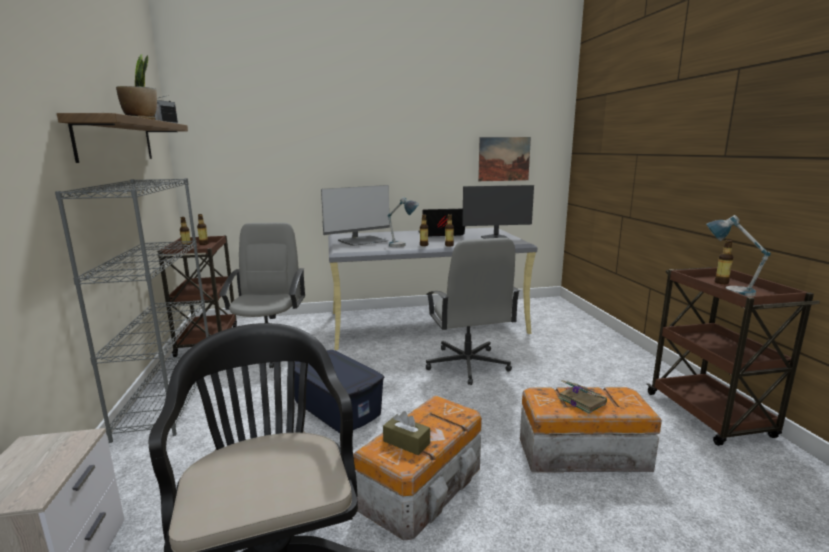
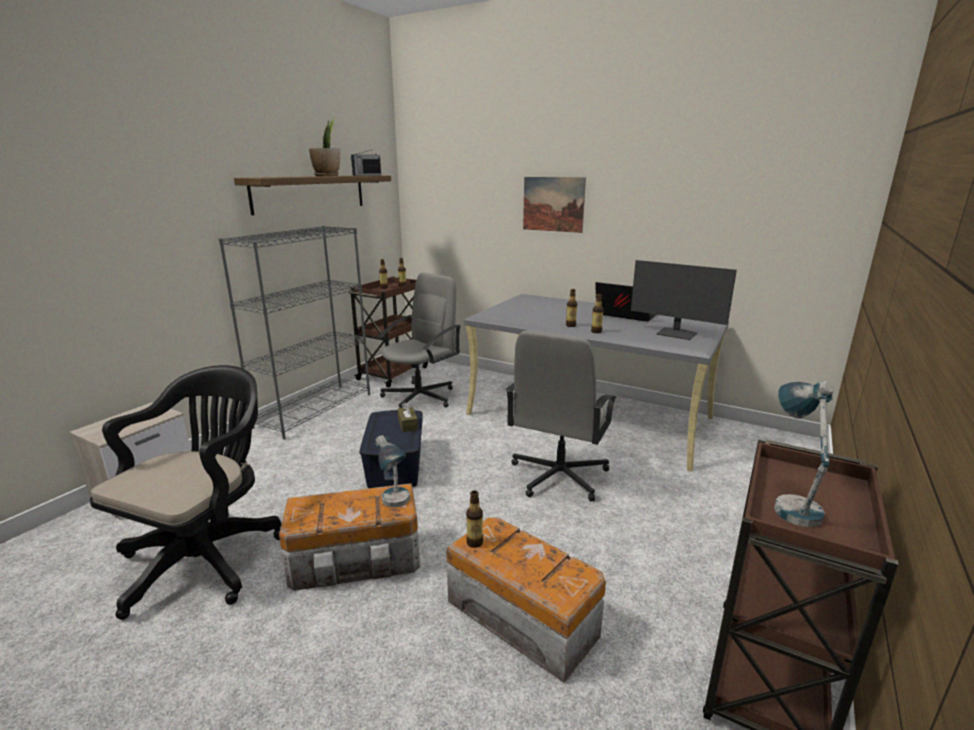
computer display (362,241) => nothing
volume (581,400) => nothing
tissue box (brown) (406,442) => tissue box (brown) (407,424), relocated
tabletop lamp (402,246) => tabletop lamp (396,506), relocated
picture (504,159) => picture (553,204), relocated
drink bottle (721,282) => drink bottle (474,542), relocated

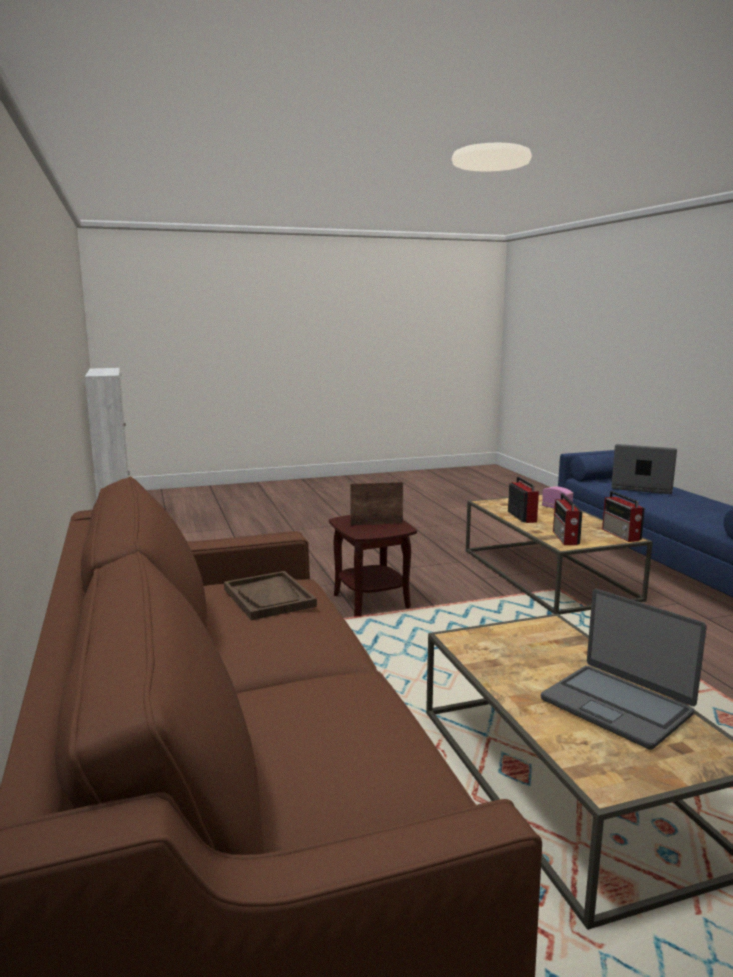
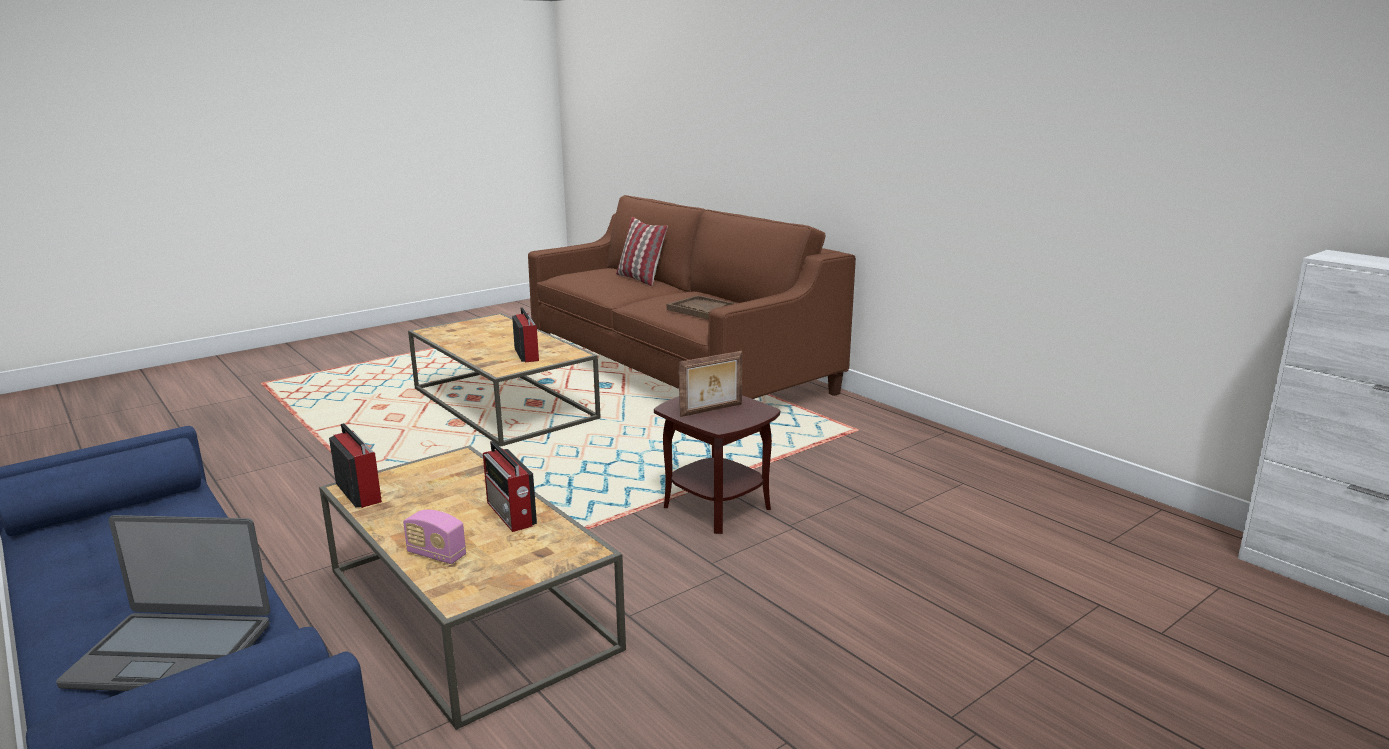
laptop (617,706) => nothing
nothing => pillow (640,279)
radio set (565,538) => radio set (527,354), relocated

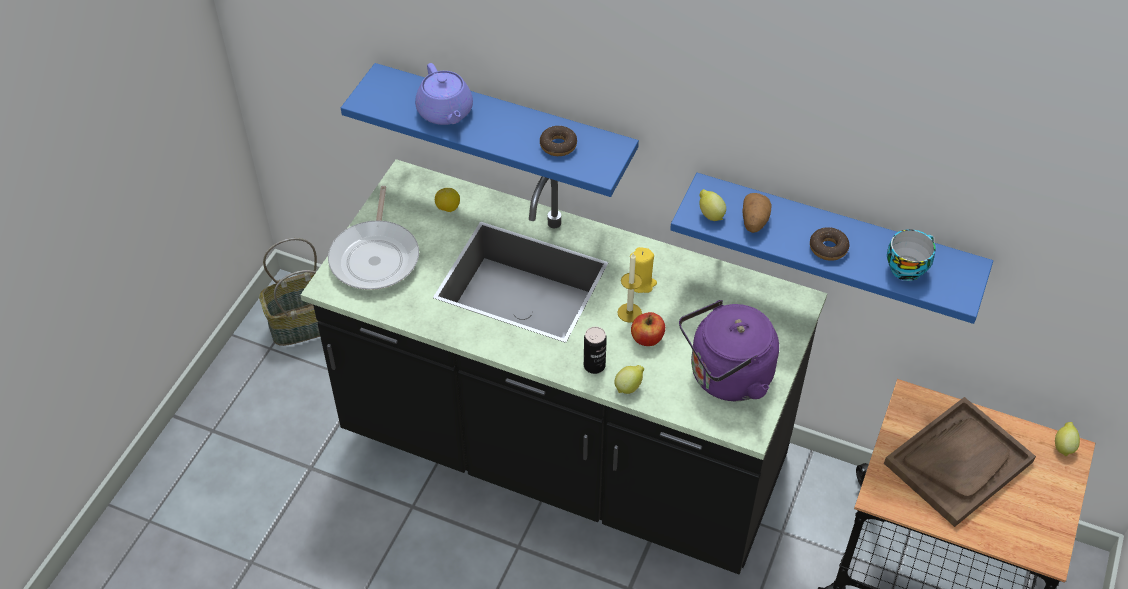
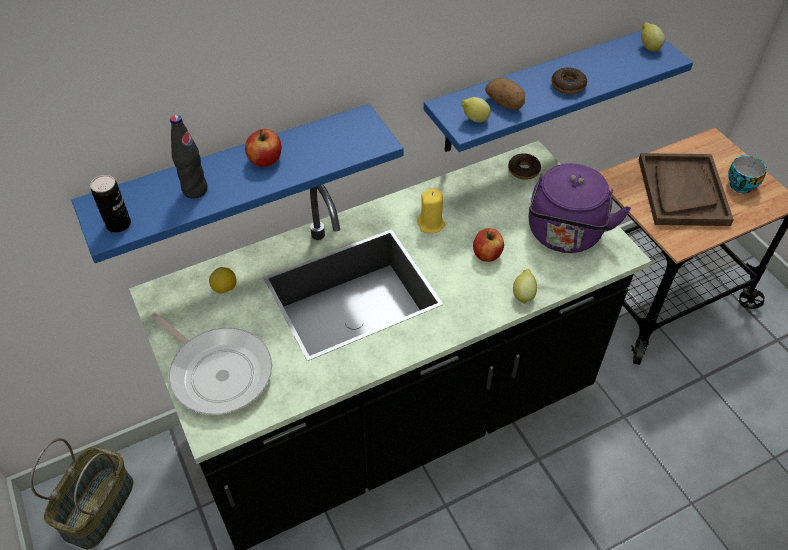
wax light (629,312) => nothing
nothing => apple (265,160)
doughnut (558,145) => doughnut (523,170), relocated
metal can (594,365) => metal can (118,224), relocated
small cup (906,267) => small cup (739,184), relocated
citrus fruit (1063,446) => citrus fruit (648,47), relocated
teapot (purple) (445,112) => drink bottle (black-coloured) (195,190)

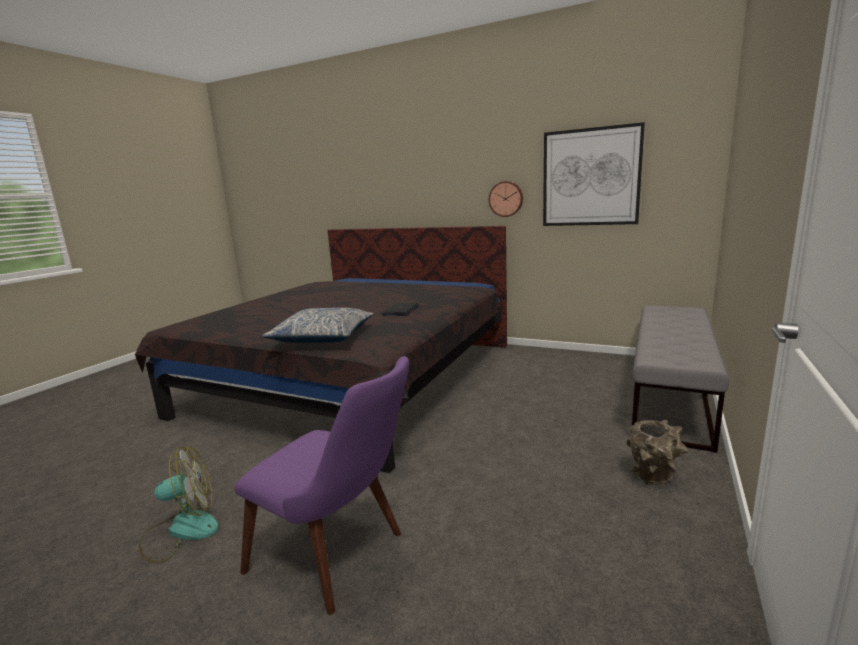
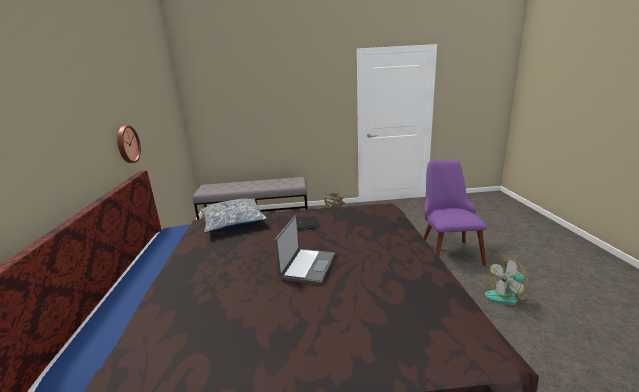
picture (590,177) => nothing
nothing => laptop (307,266)
pillow (323,337) => pillow (233,222), relocated
fan (181,530) => fan (506,296), 60 degrees counterclockwise

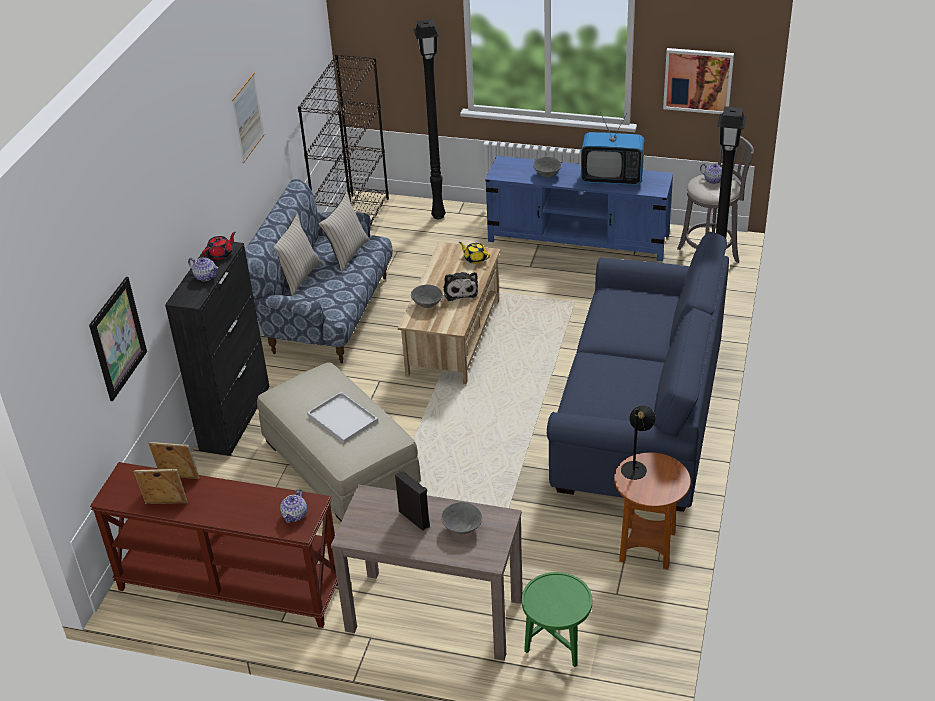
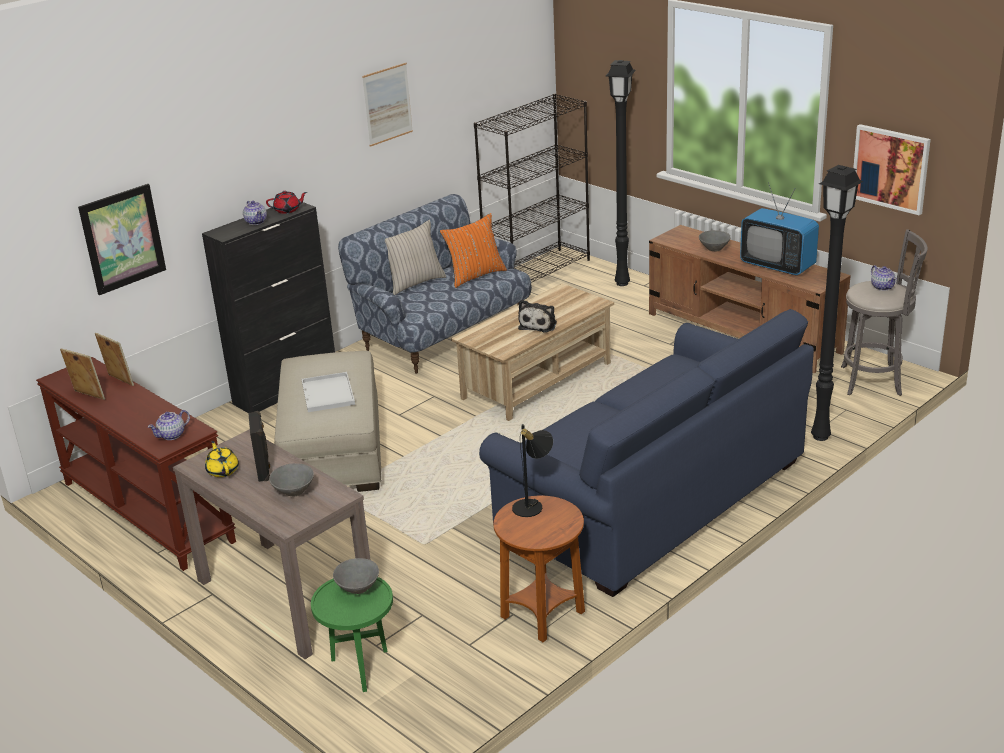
deep dish (greyish) (427,304) => deep dish (greyish) (358,588), relocated
teapot (yellowish) (475,259) => teapot (yellowish) (223,470), relocated
pillow (beige) (347,254) => pillow (orange) (475,276)
tv unit (blue) (579,238) => tv unit (brown) (743,333)

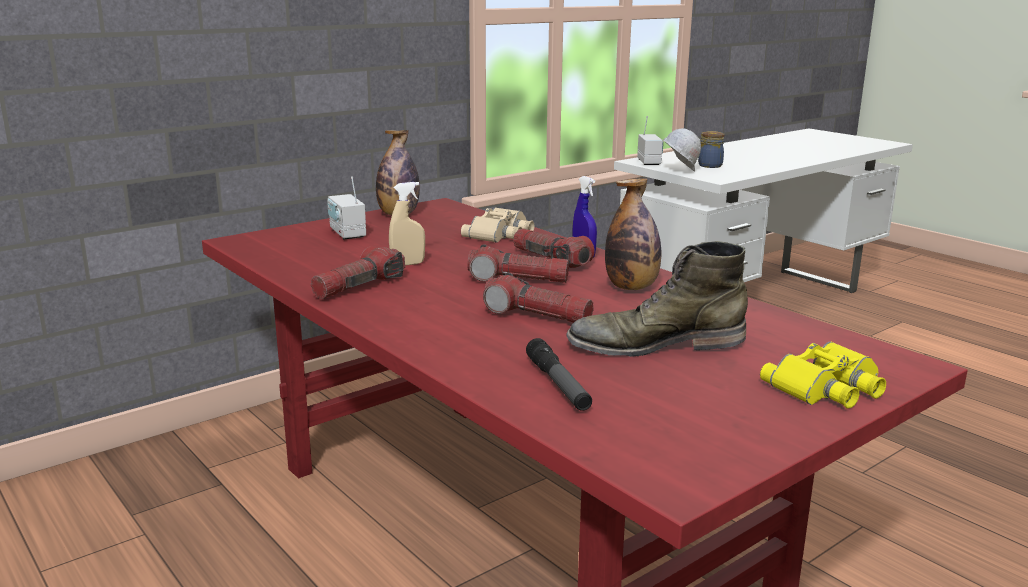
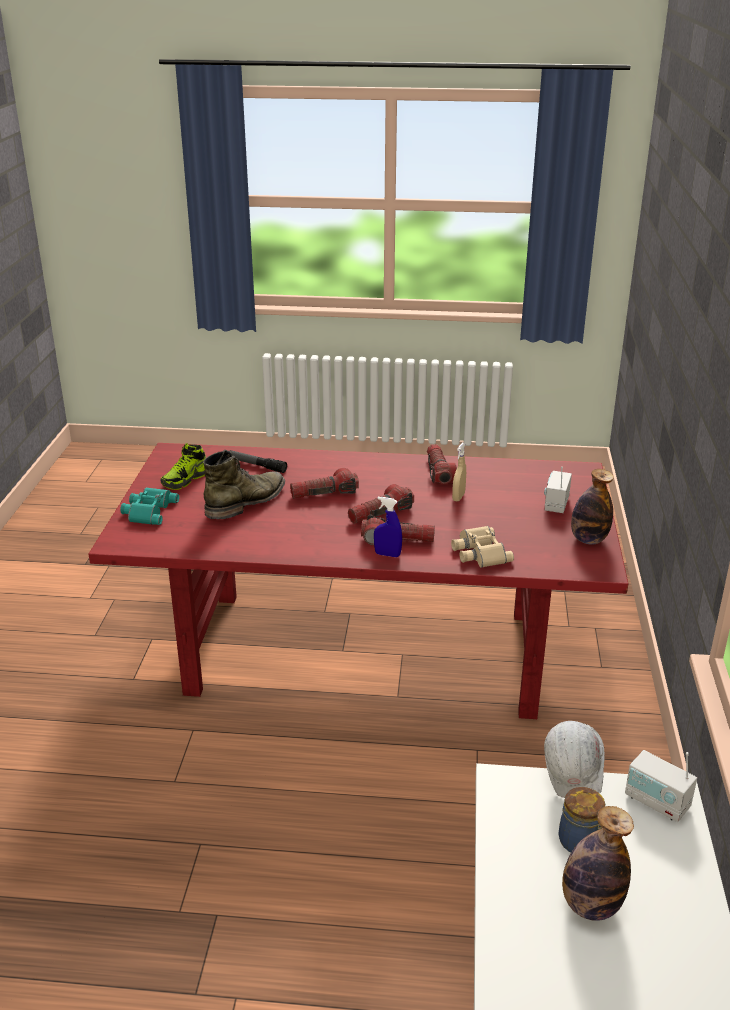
nothing => item of footwear (185,480)
drink bottle (631,287) => drink bottle (590,905), relocated
pair of binoculars (yellowish) (827,387) => pair of binoculars (blue-green) (148,511)
radio set (347,233) => radio set (556,504), 90 degrees counterclockwise

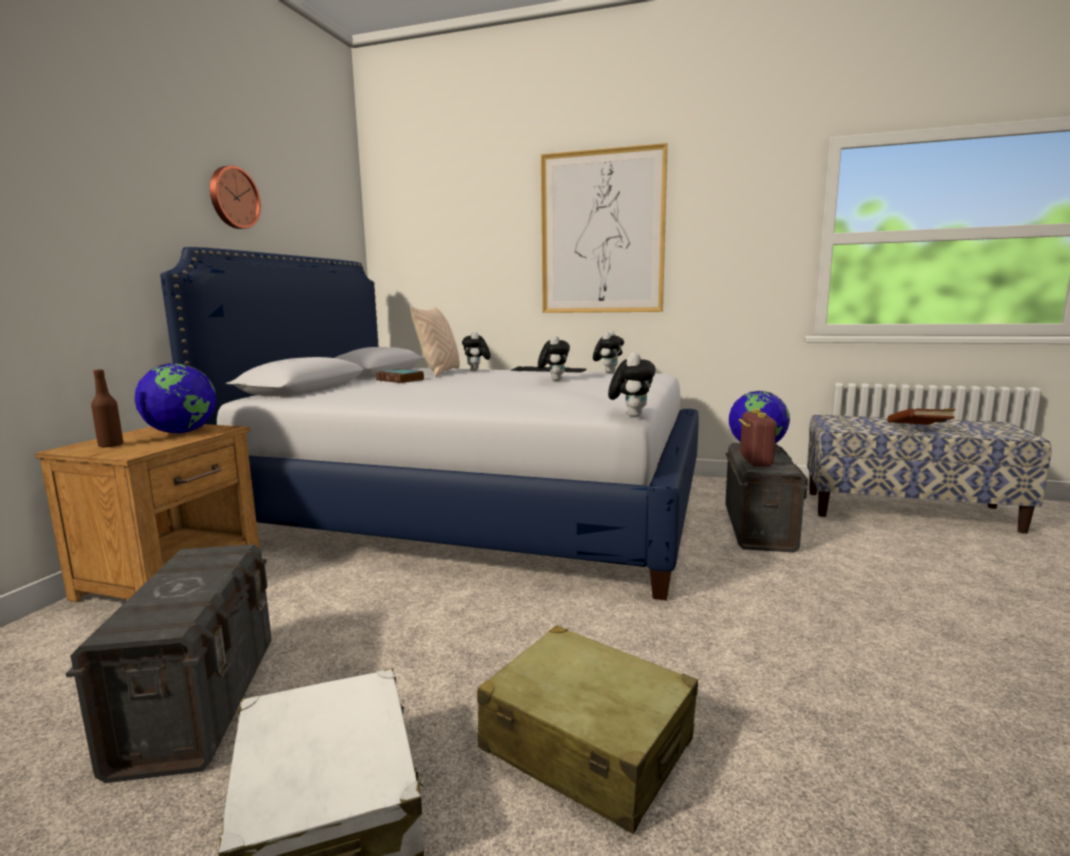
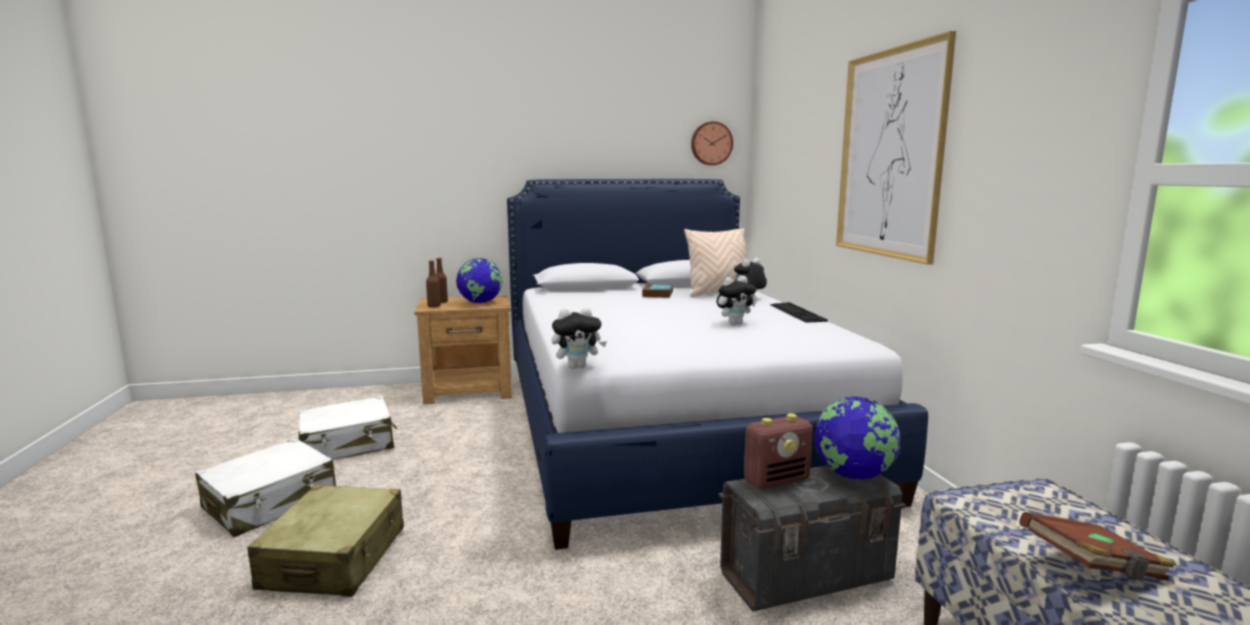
cuddly toy (608,372) => nothing
nothing => drink bottle (brown) (434,306)
clock on the wall (233,198) => clock on the wall (711,143), relocated
storage container (greyish) (199,702) => travel case (white) (348,445)

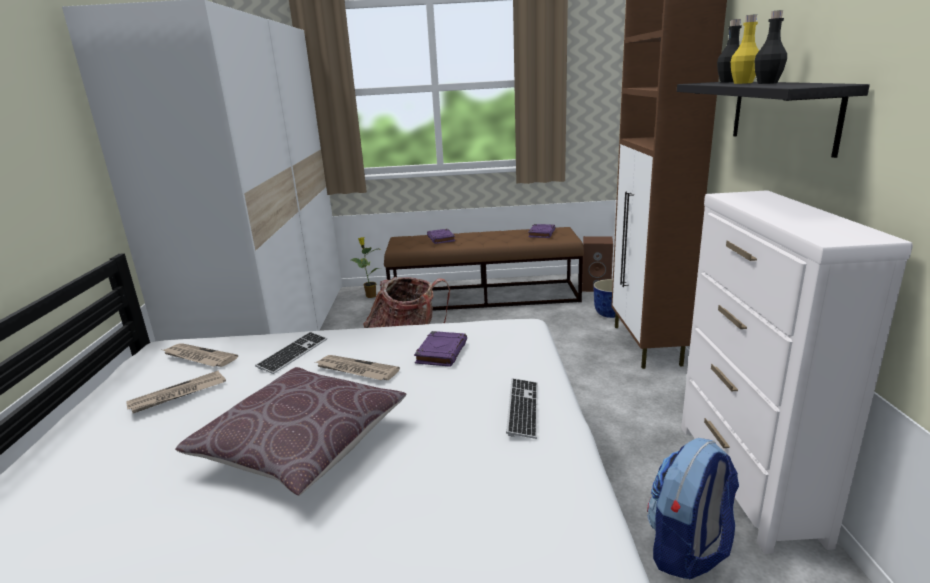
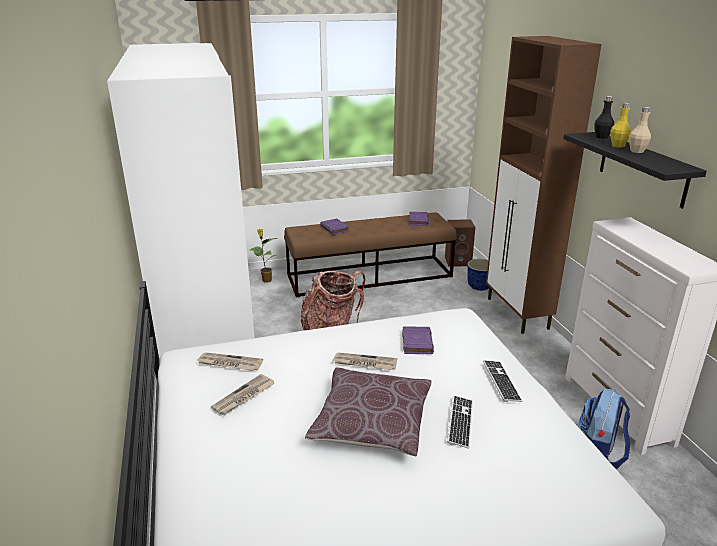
keyboard (293,354) => keyboard (460,422), relocated
drink bottle (black-coloured) (767,83) => drink bottle (beige) (637,151)

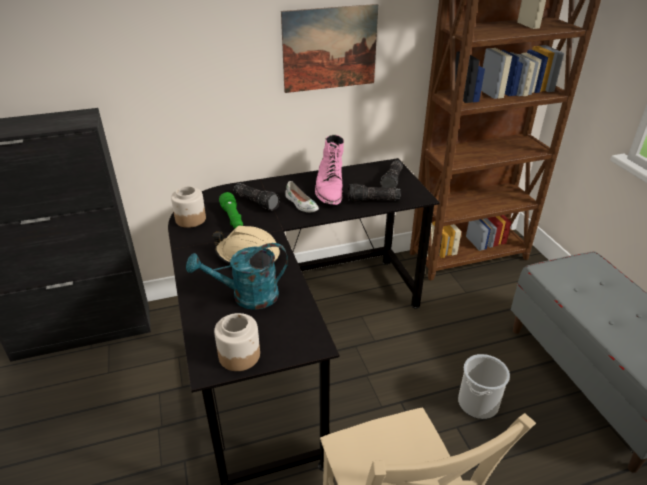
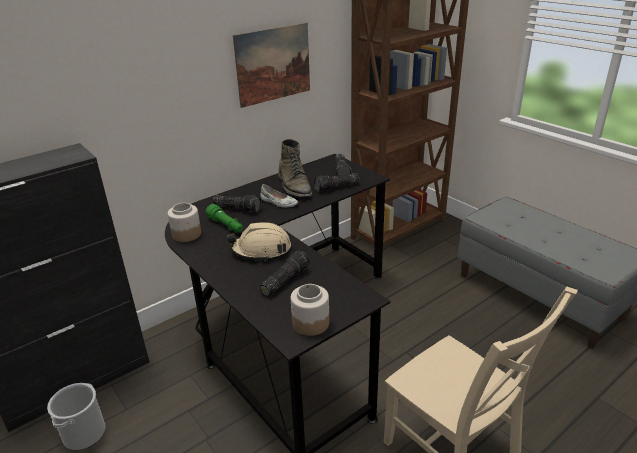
water bucket (478,403) => water bucket (84,433), relocated
watering can (blue-green) (247,297) => flashlight (284,280)
tall boot (pinkish) (329,188) => tall boot (greenish) (294,186)

